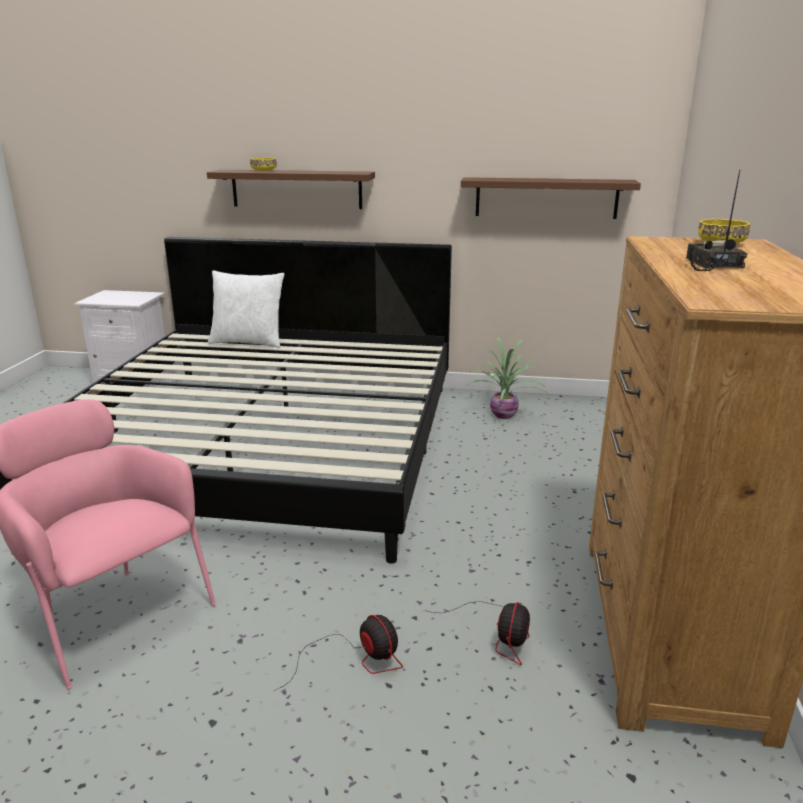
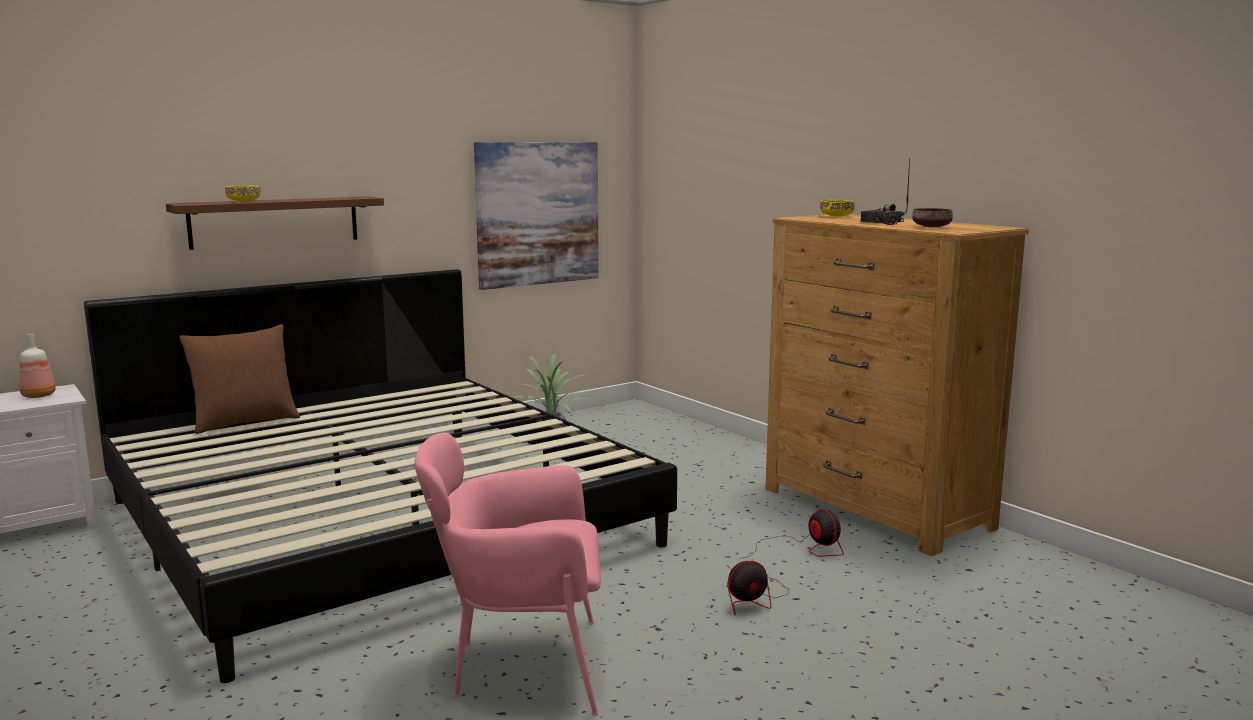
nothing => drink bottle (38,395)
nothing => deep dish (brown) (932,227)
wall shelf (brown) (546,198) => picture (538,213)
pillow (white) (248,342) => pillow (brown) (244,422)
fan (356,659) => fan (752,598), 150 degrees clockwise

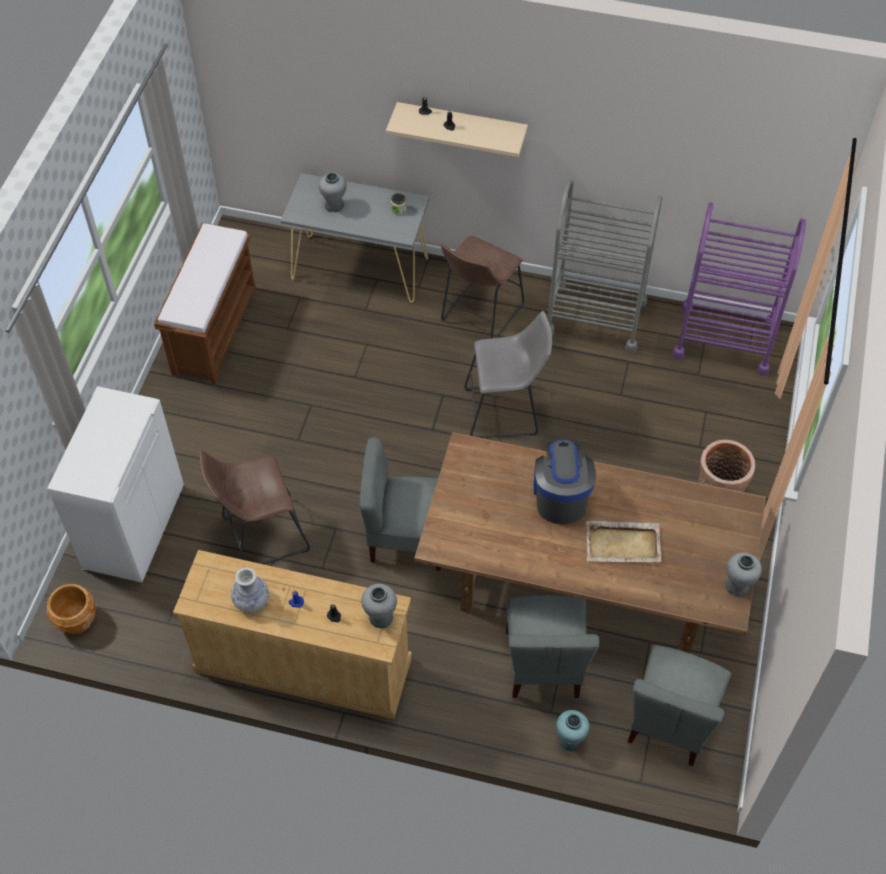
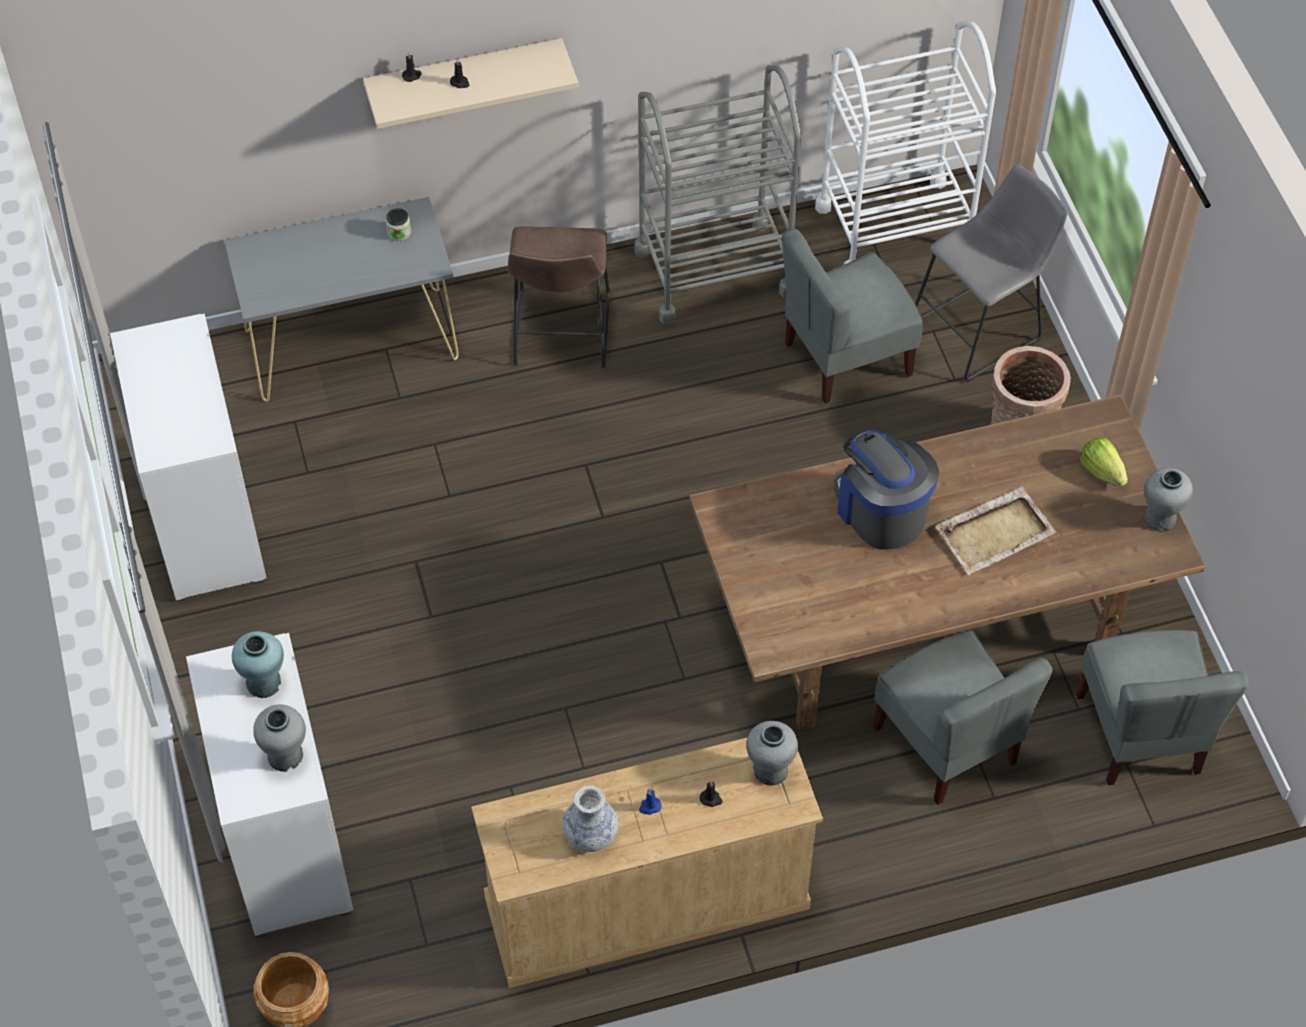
stool seat (brown) (260,535) => nothing
nothing => head of lettuce (1102,471)
decorative vase (greyish) (334,205) => decorative vase (greyish) (285,755), relocated
chair (greyish) (407,538) => chair (greyish) (846,358), relocated
stool seat (greyish) (506,412) => stool seat (greyish) (981,329), relocated
decorative vase (blue-green) (569,739) => decorative vase (blue-green) (263,682), relocated
bench (brown) (214,330) => cupboard (white) (204,522)
wheeled cart (purple) (724,339) => wheeled cart (white) (894,227)

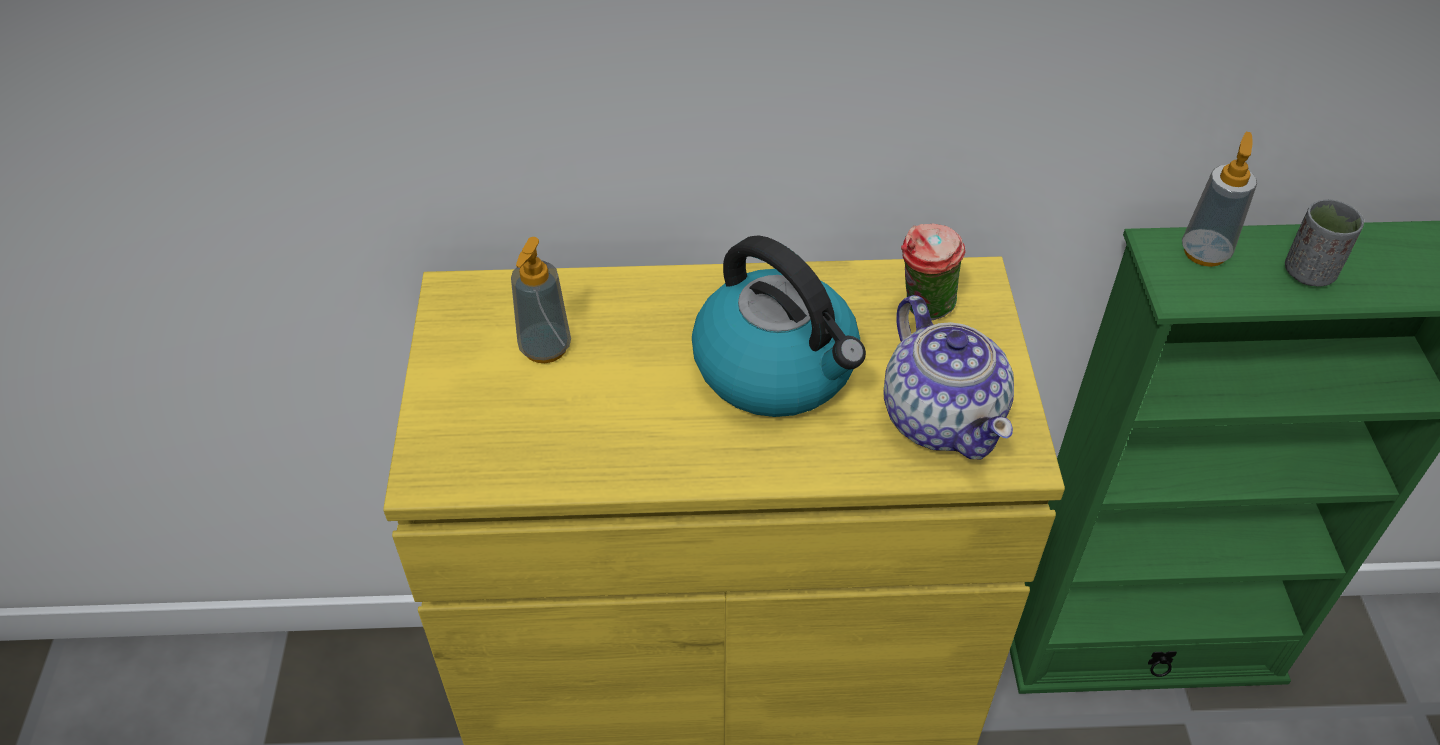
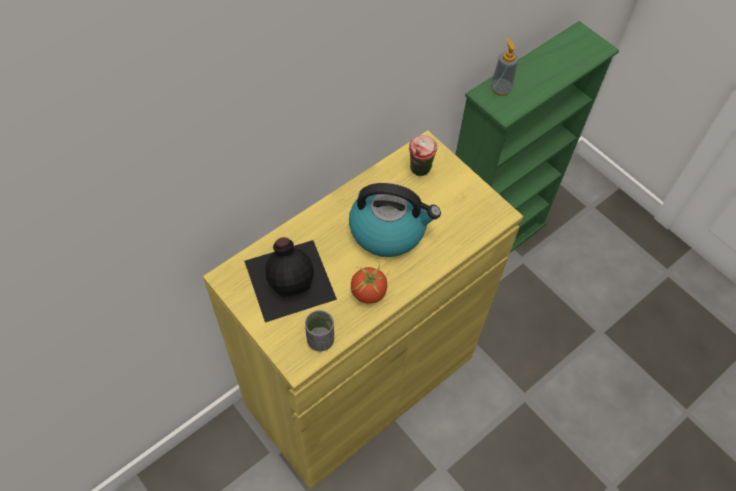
teapot (942,417) => nothing
nothing => whole tomato (368,292)
small cup (greyish) (1309,272) => small cup (greyish) (320,340), relocated
liquid soap bottle (545,348) => drink bottle (black-coloured) (290,278)

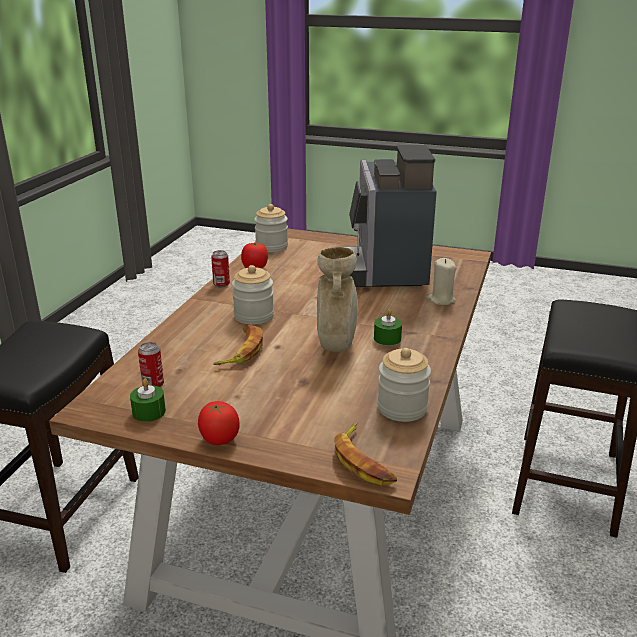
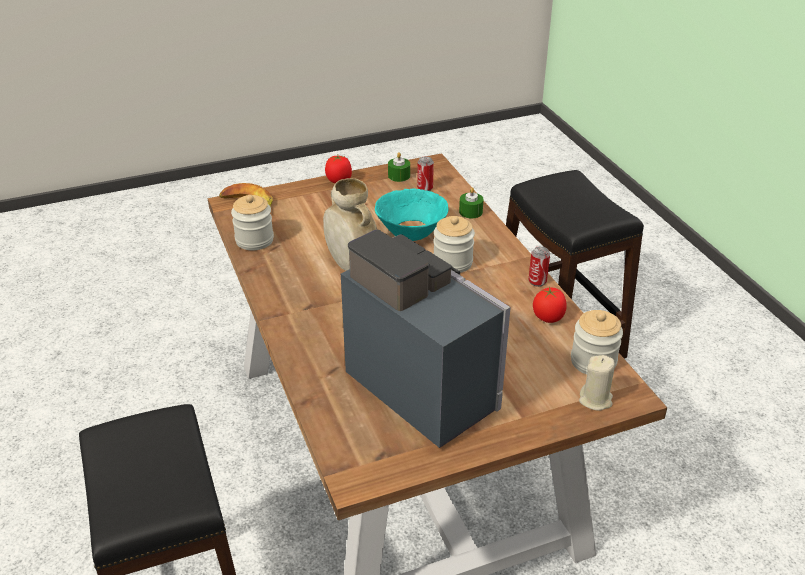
wax light (greenish) (387,338) => wax light (greenish) (470,212), relocated
wax light (beige) (441,300) => wax light (beige) (595,400), relocated
banana (241,351) => deep dish (blue-green) (412,231)

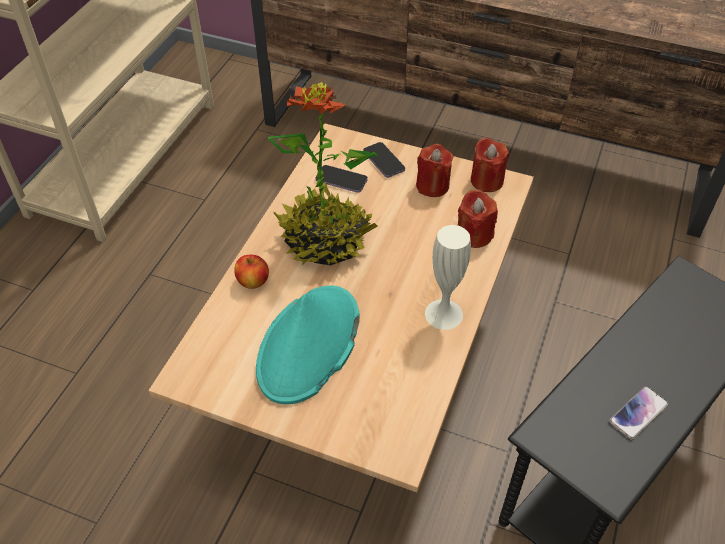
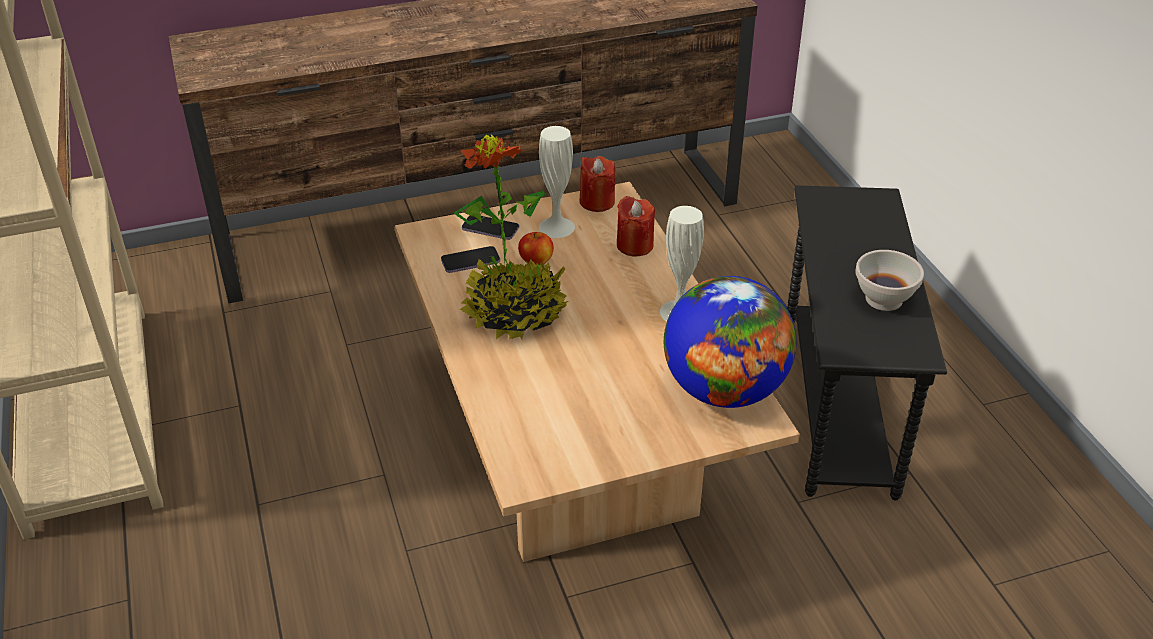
wearable hat (blue-green) (309,345) => nothing
nothing => globe (724,390)
apple (253,282) => apple (536,262), relocated
wax light (red) (432,186) => decorative vase (white) (556,227)
handset (638,413) => deep dish (white) (884,299)

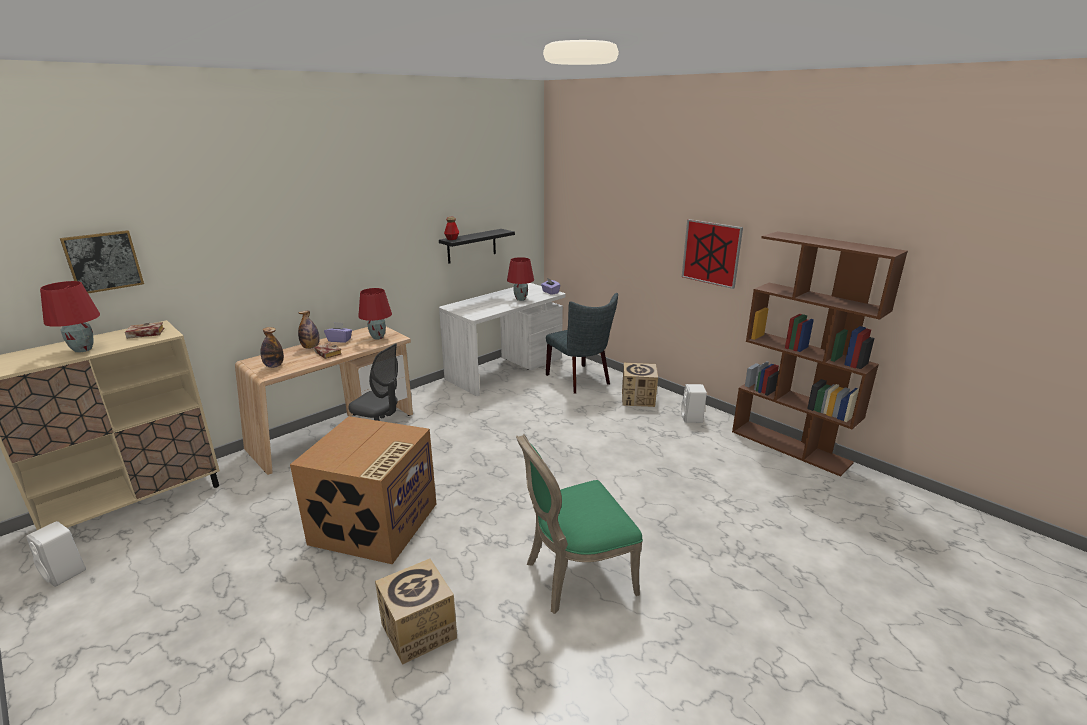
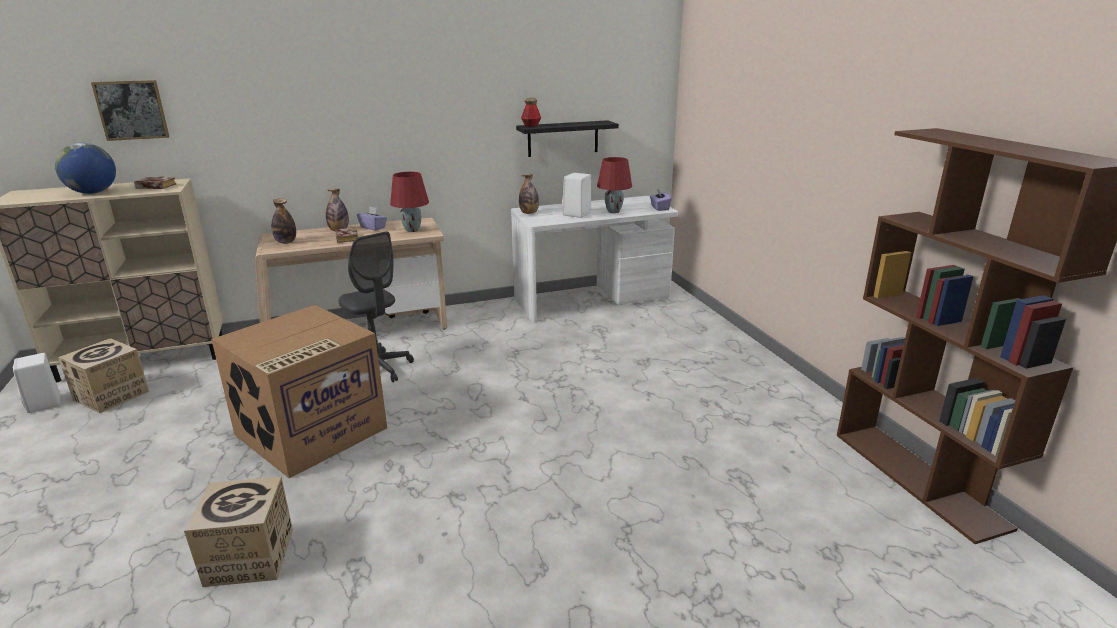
chair (greenish) (574,576) => nothing
chair (greyish) (580,380) => nothing
picture (711,253) => nothing
nothing => drink bottle (529,213)
cardboard box (638,398) => cardboard box (111,396), relocated
speaker (white) (692,418) => speaker (white) (576,214), relocated
tabletop lamp (red) (84,349) => globe (93,193)

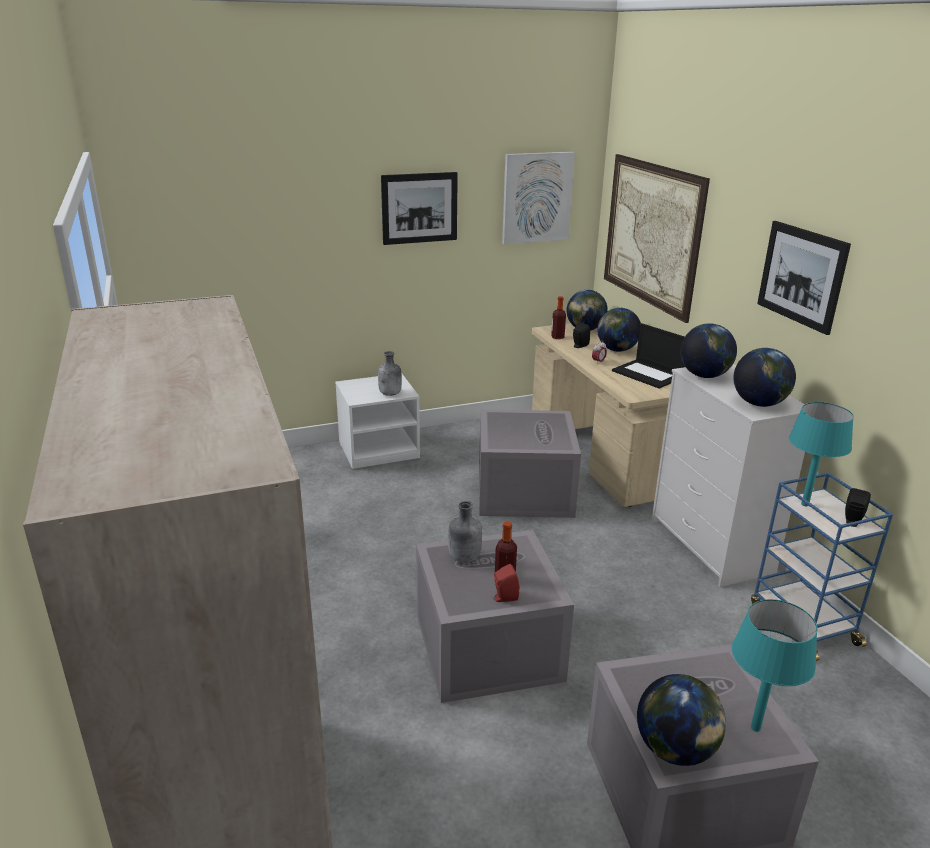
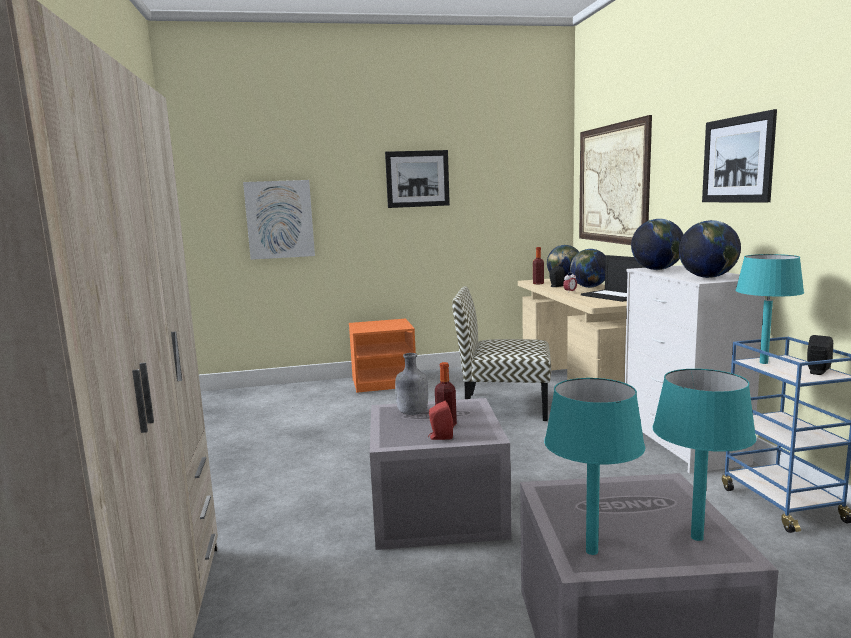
drink bottle (greyish) (390,394) => nothing
picture (537,197) => picture (280,219), relocated
storage container (greyish) (523,491) => chair (503,406)
globe (675,750) => tabletop lamp (blue-green) (592,551)
night table (white) (379,450) => night table (orange) (384,382)

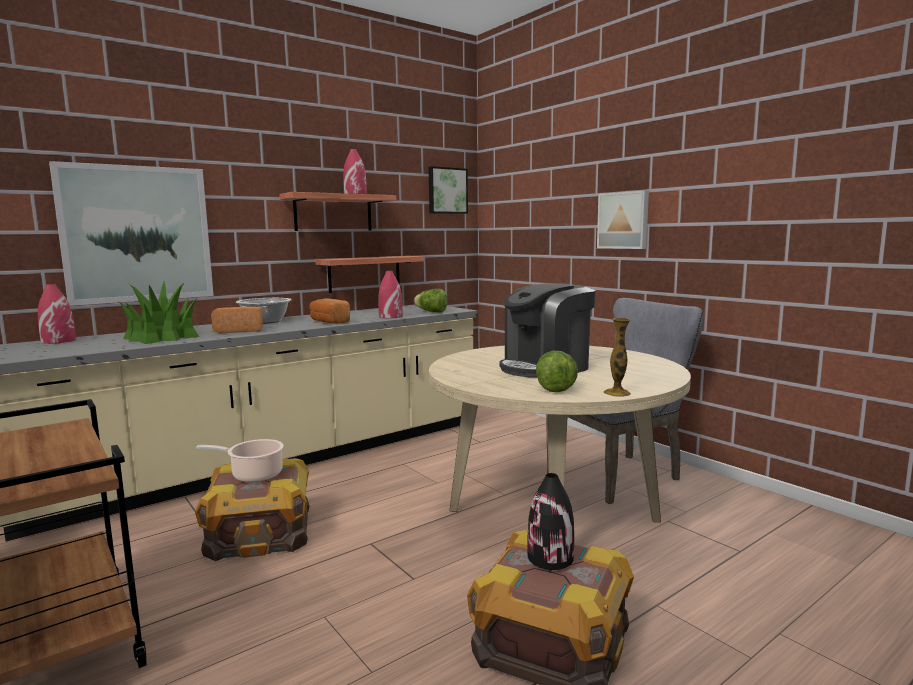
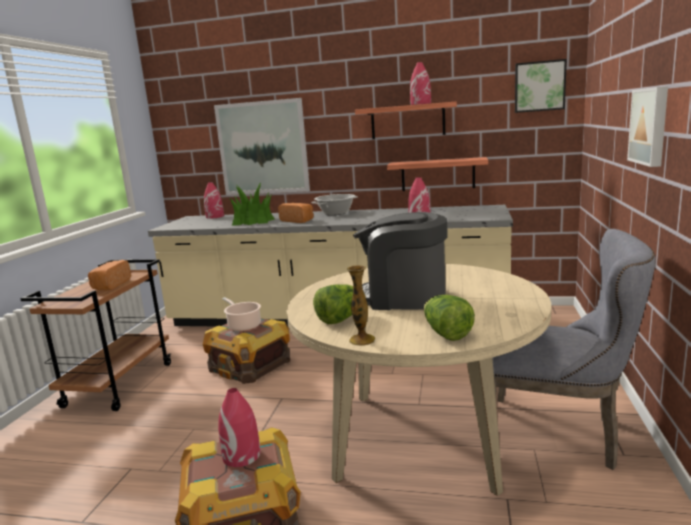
baked bread (328,322) => baked bread (110,285), relocated
head of lettuce (431,312) => head of lettuce (446,334), relocated
decorative vase (black-coloured) (551,558) => decorative vase (red) (241,455)

